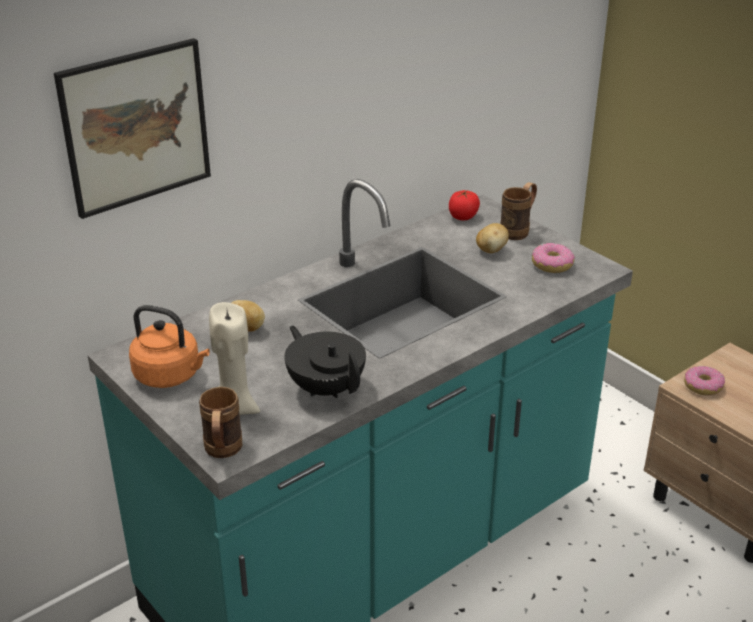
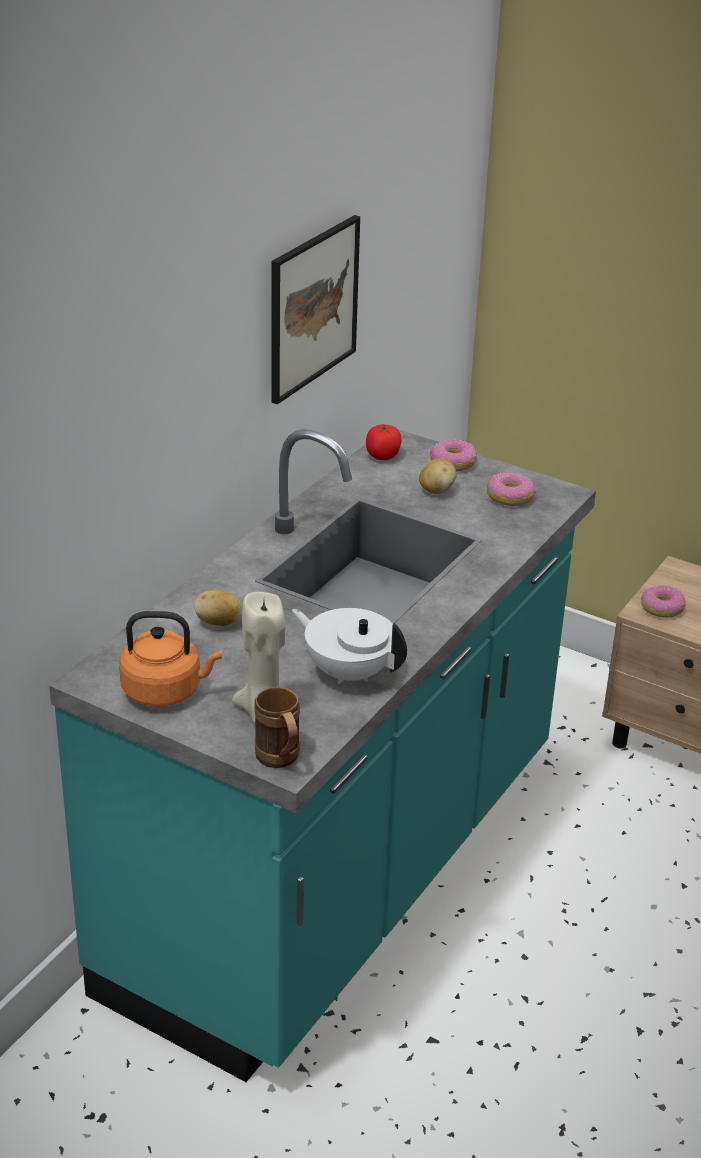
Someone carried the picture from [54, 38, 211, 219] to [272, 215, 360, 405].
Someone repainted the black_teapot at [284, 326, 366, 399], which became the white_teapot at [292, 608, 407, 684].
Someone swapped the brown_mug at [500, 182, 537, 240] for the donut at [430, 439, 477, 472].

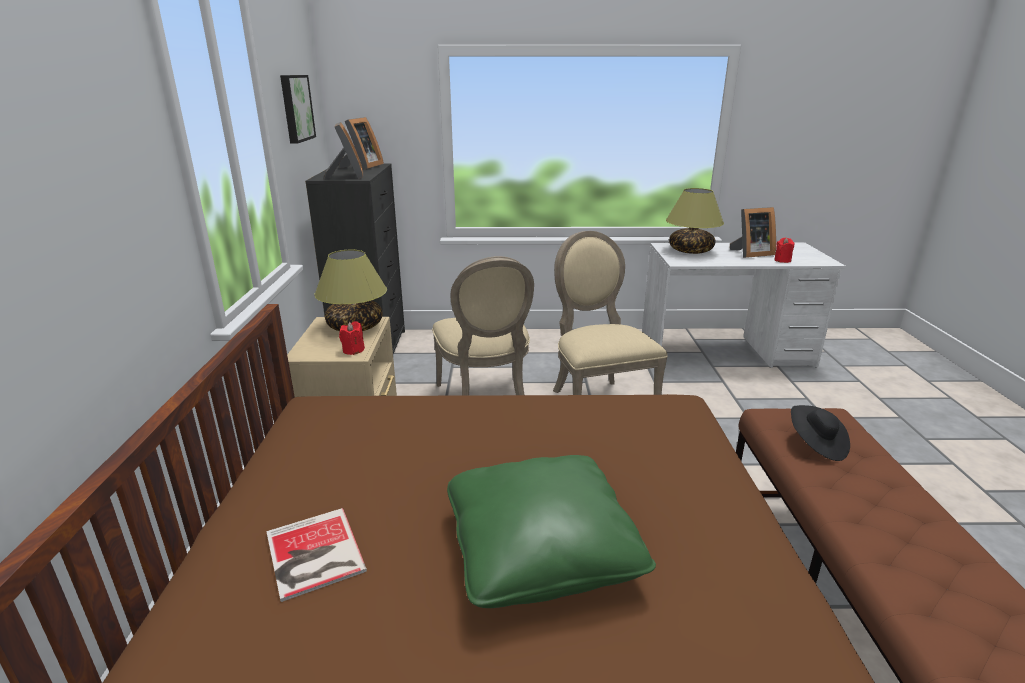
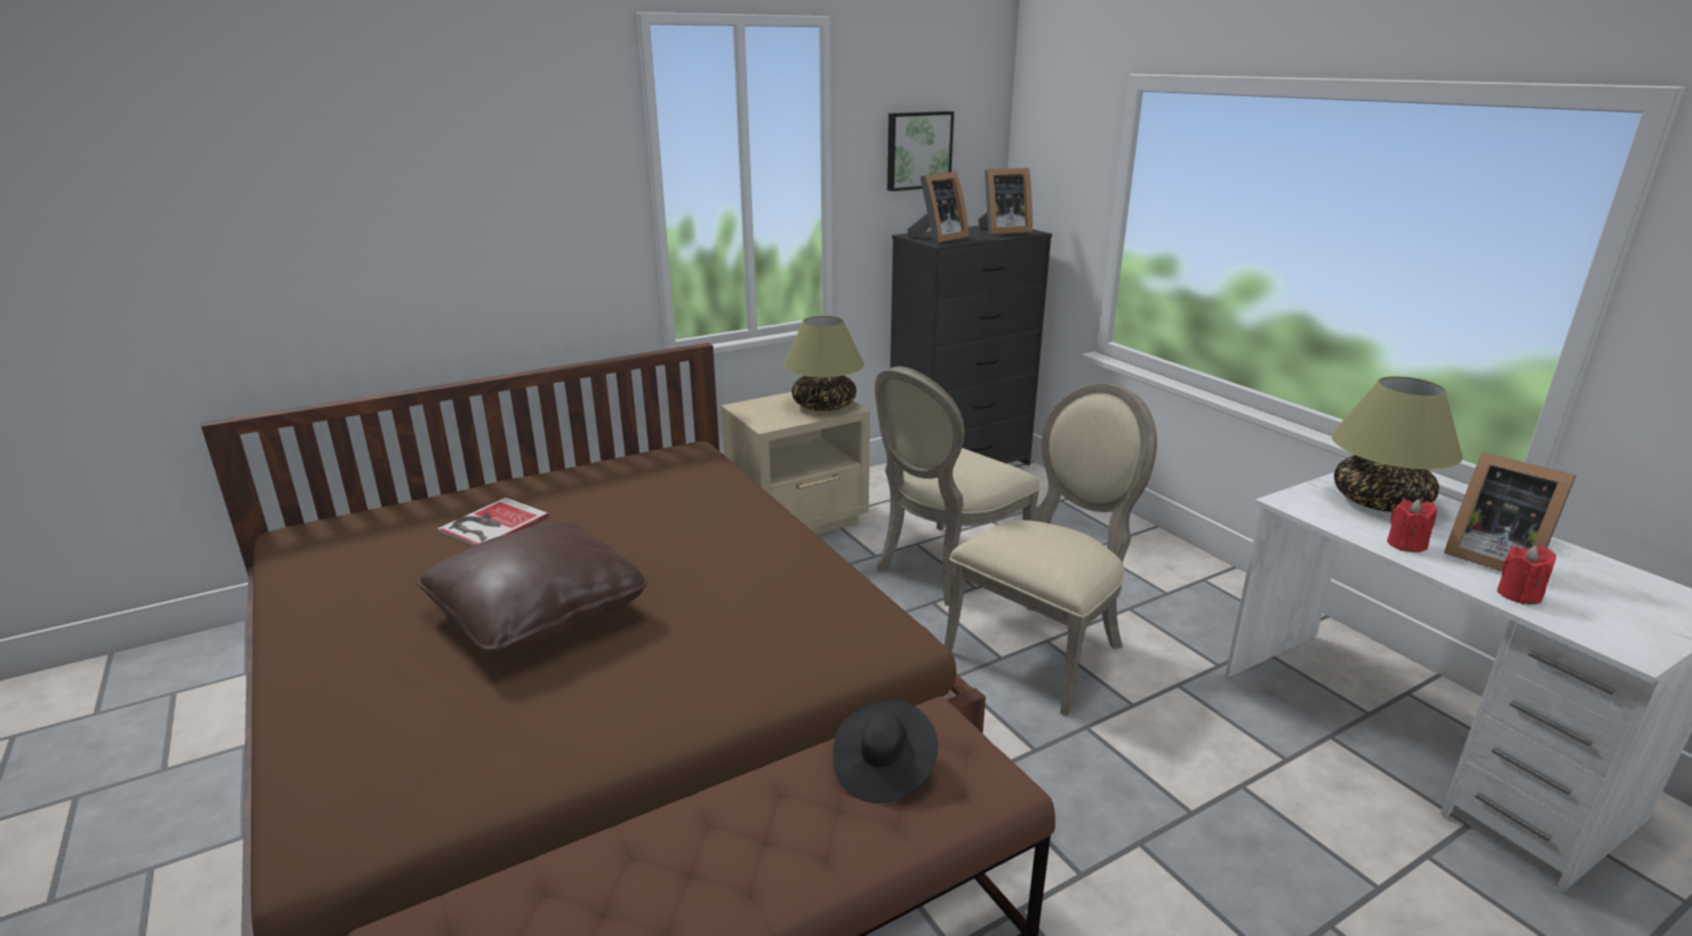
Someone carried the red_candle from [339, 321, 365, 355] to [1387, 499, 1437, 553].
Someone repainted the green_pillow at [447, 455, 656, 608], which became the brown_pillow at [417, 521, 648, 655].

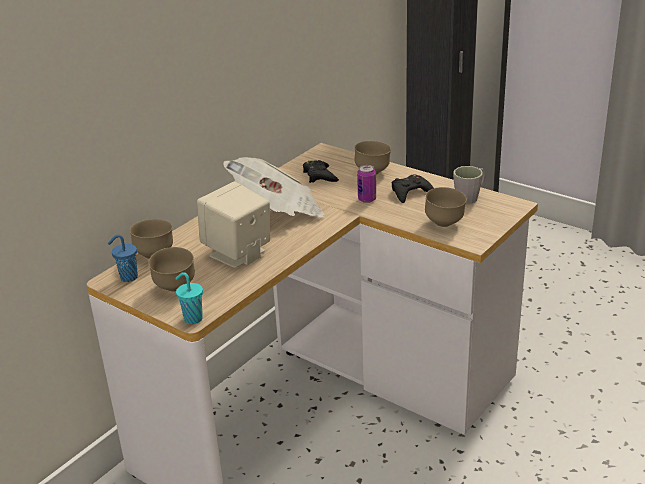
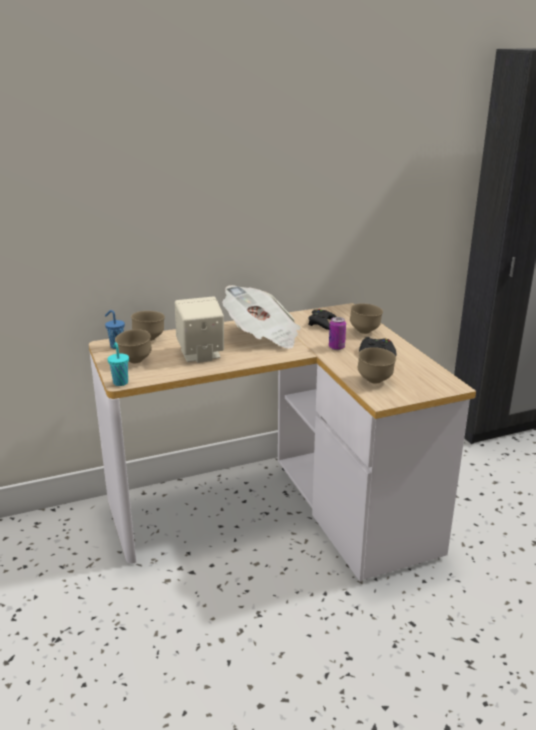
Someone took away the grey_mug at [453, 166, 485, 204].

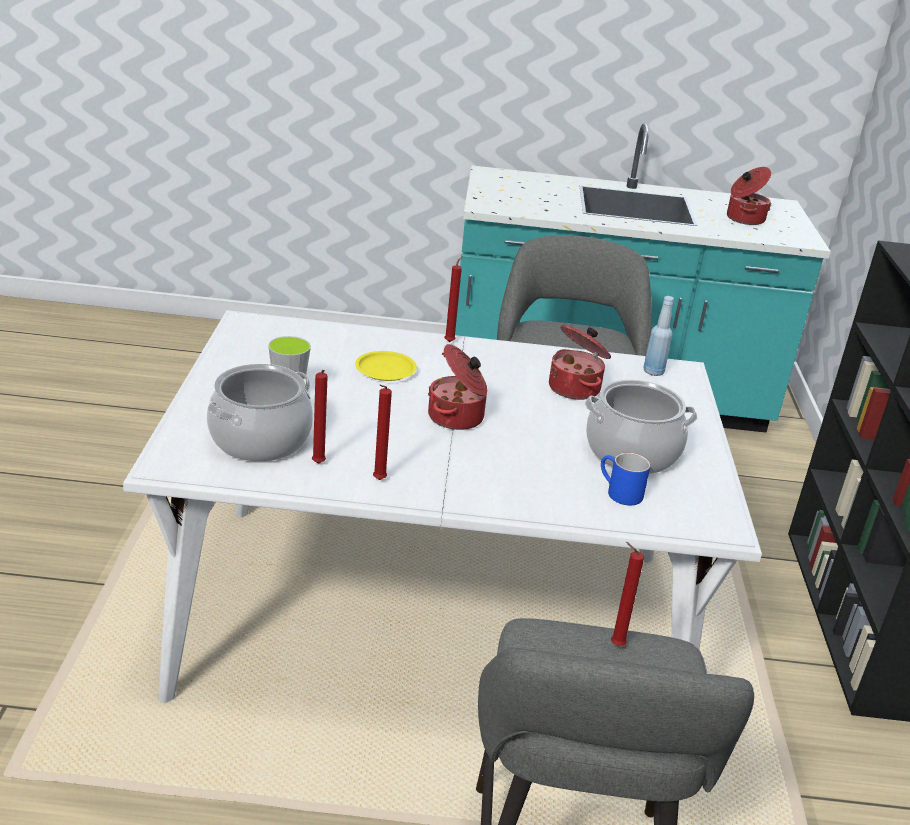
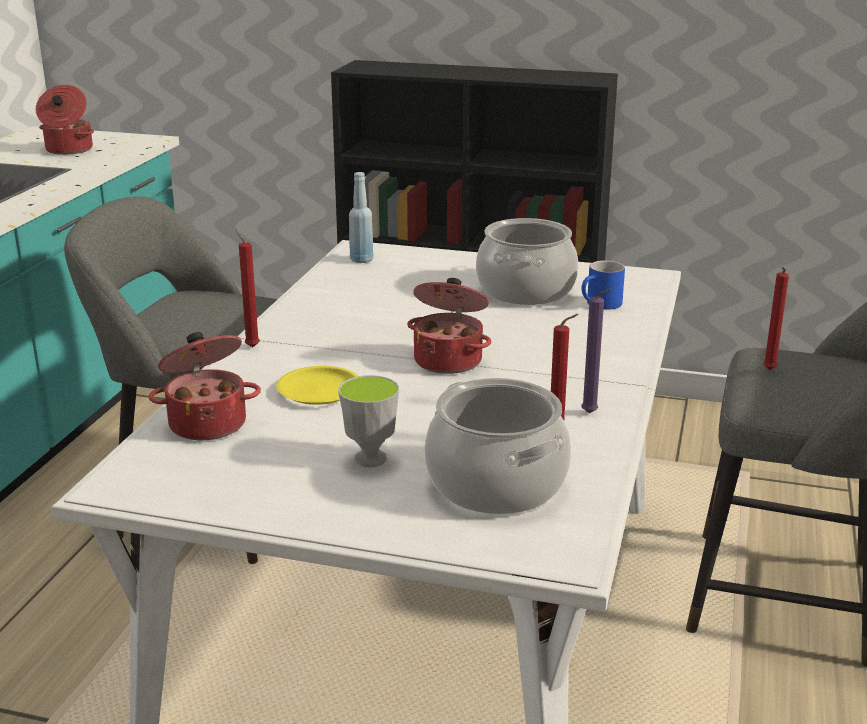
Someone repainted the red_candle at [373, 385, 392, 480], which became the purple_candle at [581, 289, 610, 413].
Someone carried the cooking_pot from [549, 325, 611, 400] to [148, 332, 261, 440].

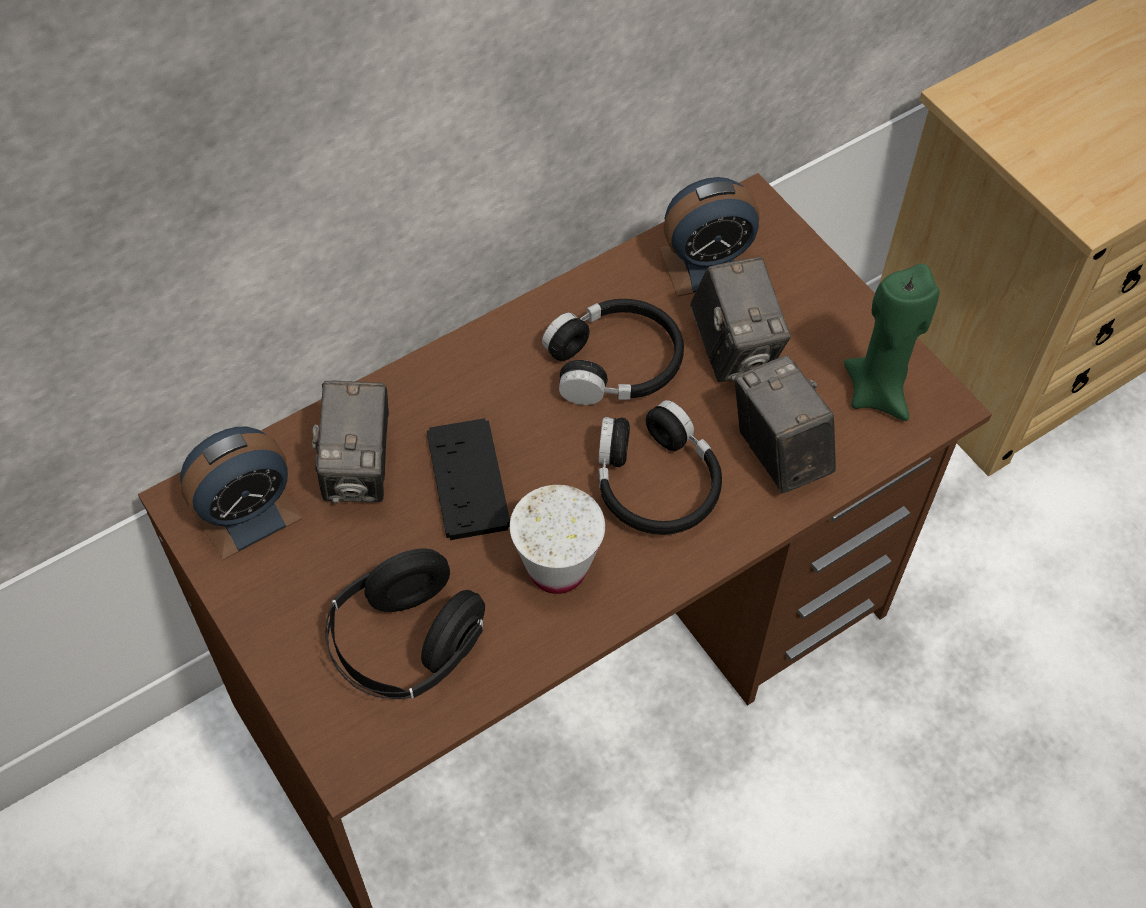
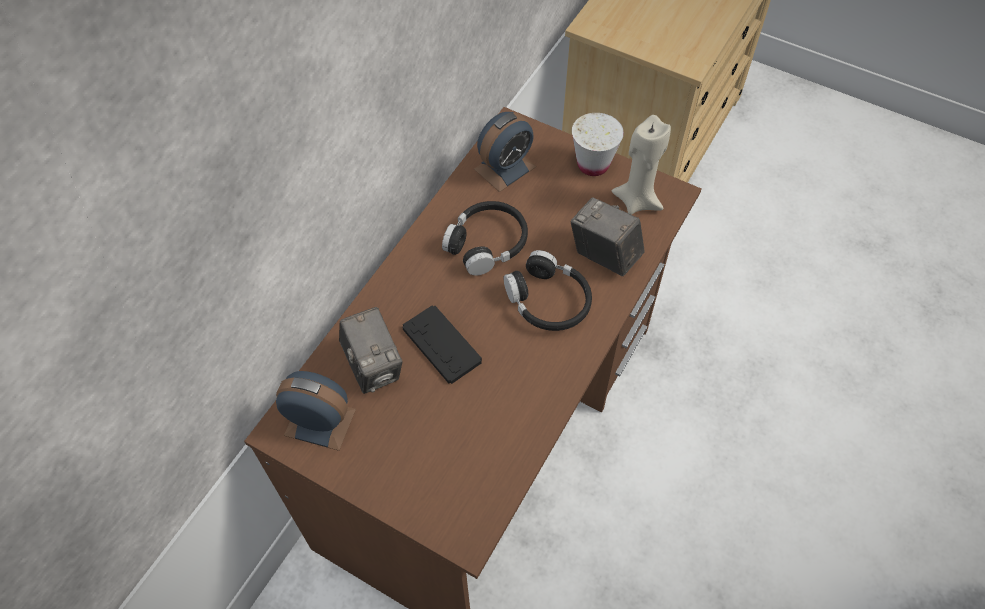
Someone rotated the alarm_clock at [180, 427, 303, 561] by 105 degrees counterclockwise.
Someone took away the black_headphones at [325, 549, 485, 699].
Someone carried the white_cup from [510, 485, 605, 594] to [572, 113, 624, 176].
Someone took away the photo_camera at [690, 257, 791, 382].
Someone repainted the green_candle at [844, 264, 940, 421], which became the beige_candle at [612, 115, 671, 215].

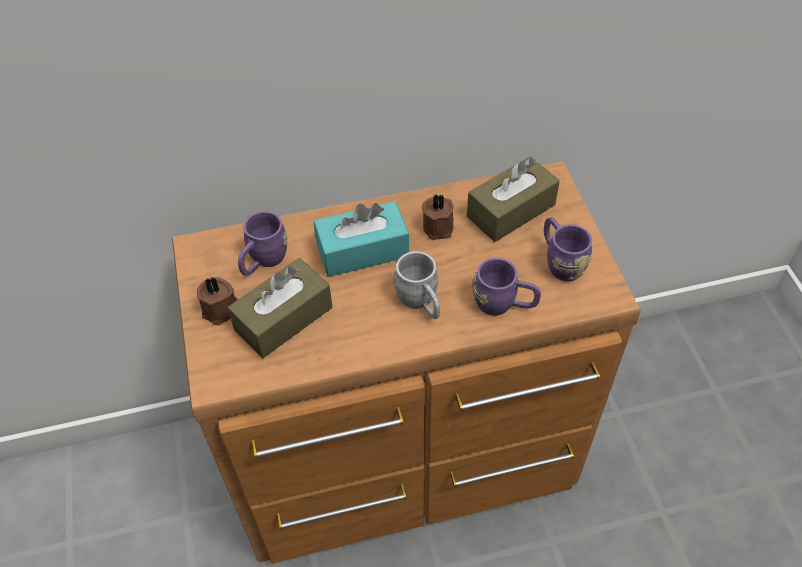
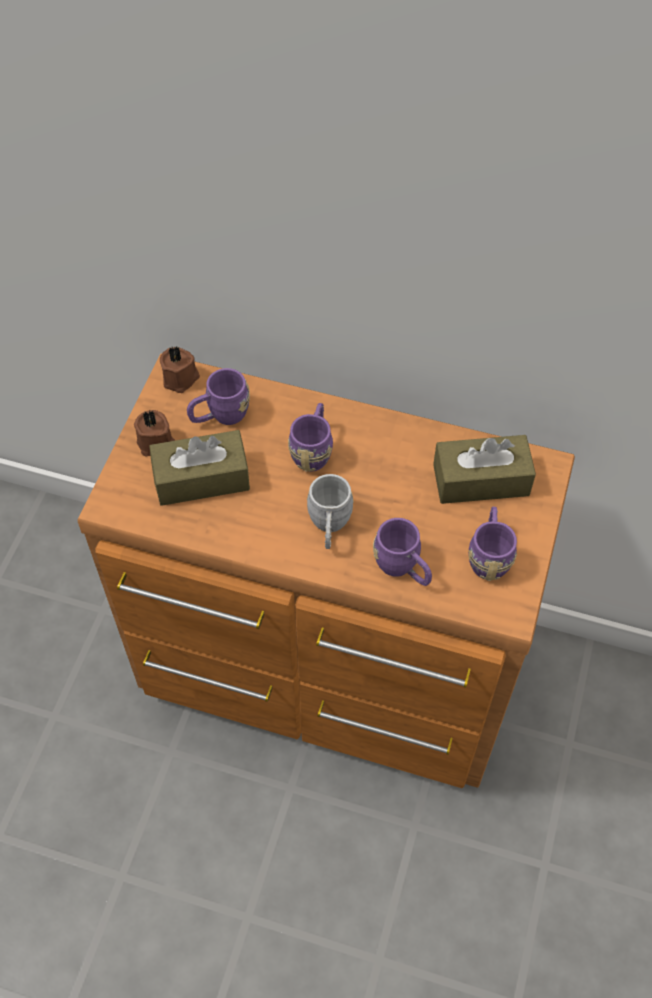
Someone swapped the turquoise_tissue_box at [314, 201, 409, 277] for the purple_mug at [288, 403, 333, 472].
Someone carried the brown_candle from [422, 194, 454, 240] to [160, 346, 200, 393].

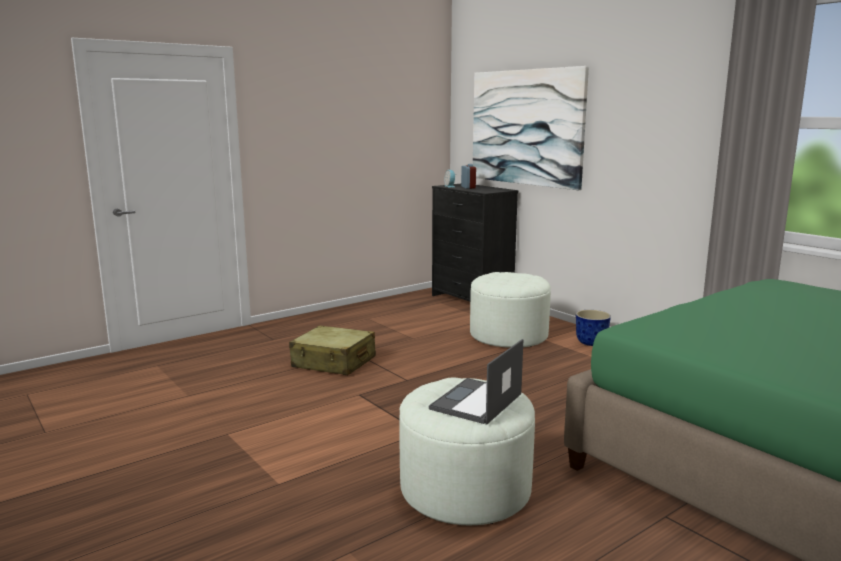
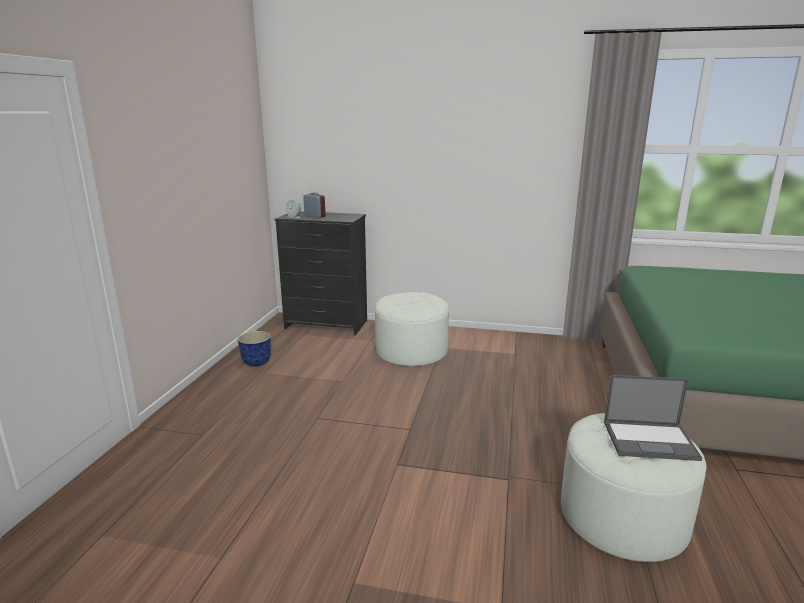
Someone took away the beige_suitcase at [289, 325, 376, 375].
Someone rotated the laptop at [429, 339, 523, 425] by 75 degrees counterclockwise.
Someone took away the picture at [473, 66, 589, 190].
Someone carried the planter from [576, 310, 611, 346] to [238, 331, 271, 366].

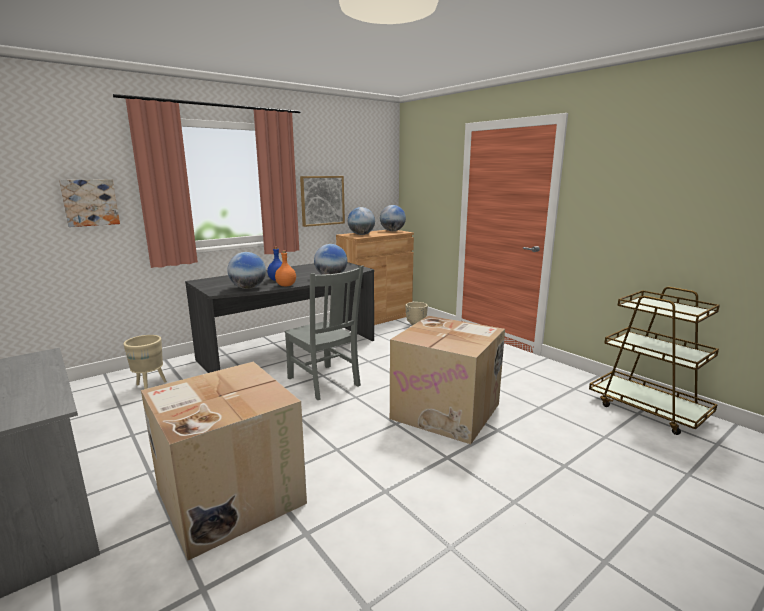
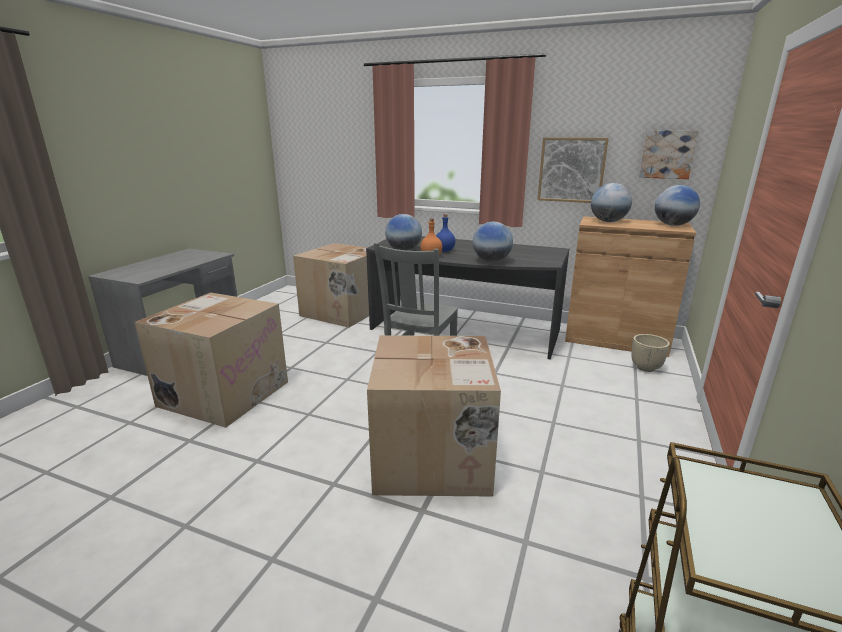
Someone carried the picture from [59, 179, 120, 227] to [639, 130, 699, 179].
Someone swapped the beige_planter at [123, 335, 167, 389] for the cardboard_box at [293, 243, 369, 328].

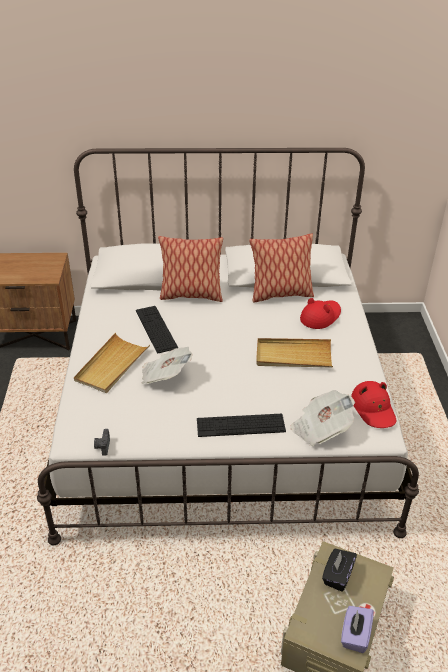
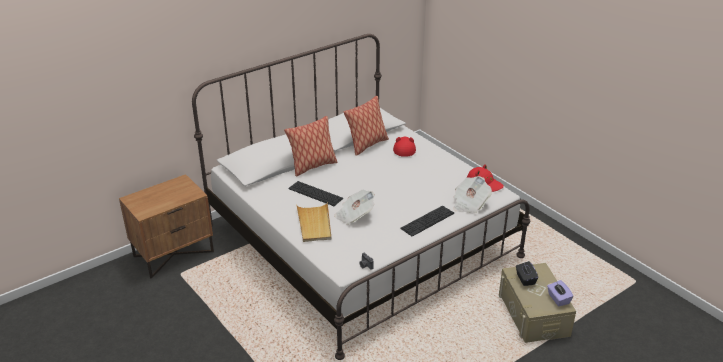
Someone took away the beige_tray at [256, 338, 333, 368].

